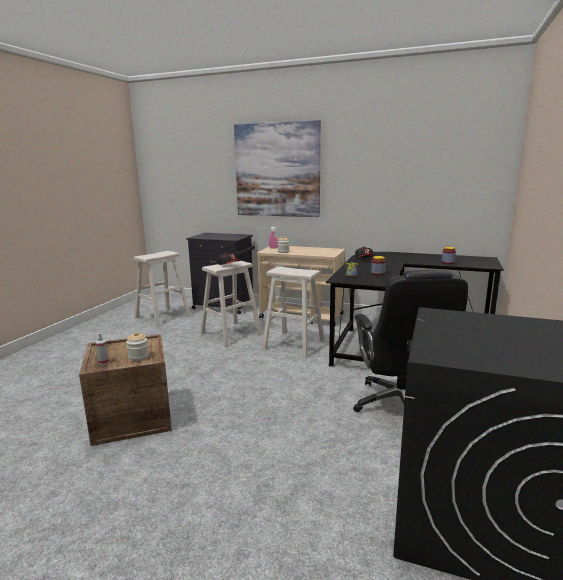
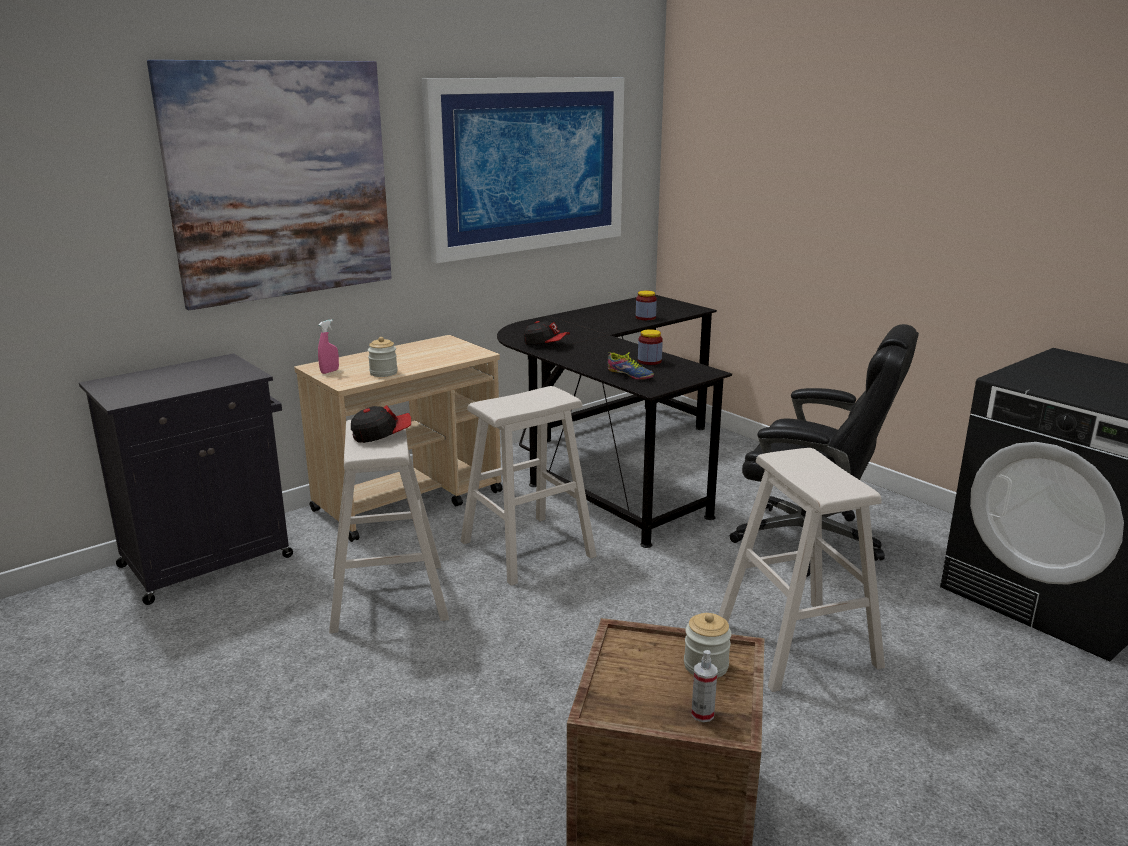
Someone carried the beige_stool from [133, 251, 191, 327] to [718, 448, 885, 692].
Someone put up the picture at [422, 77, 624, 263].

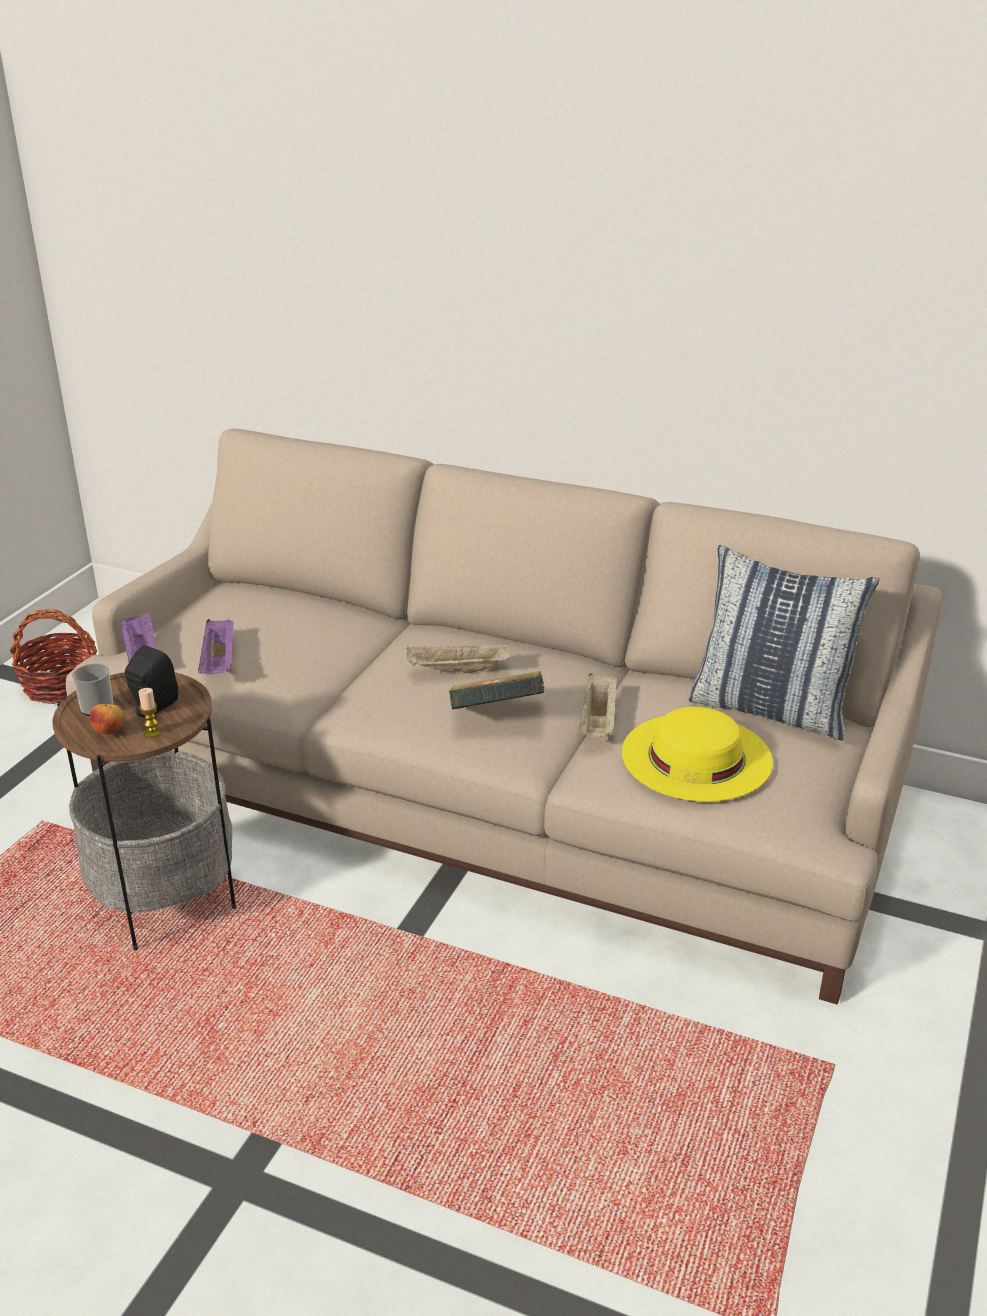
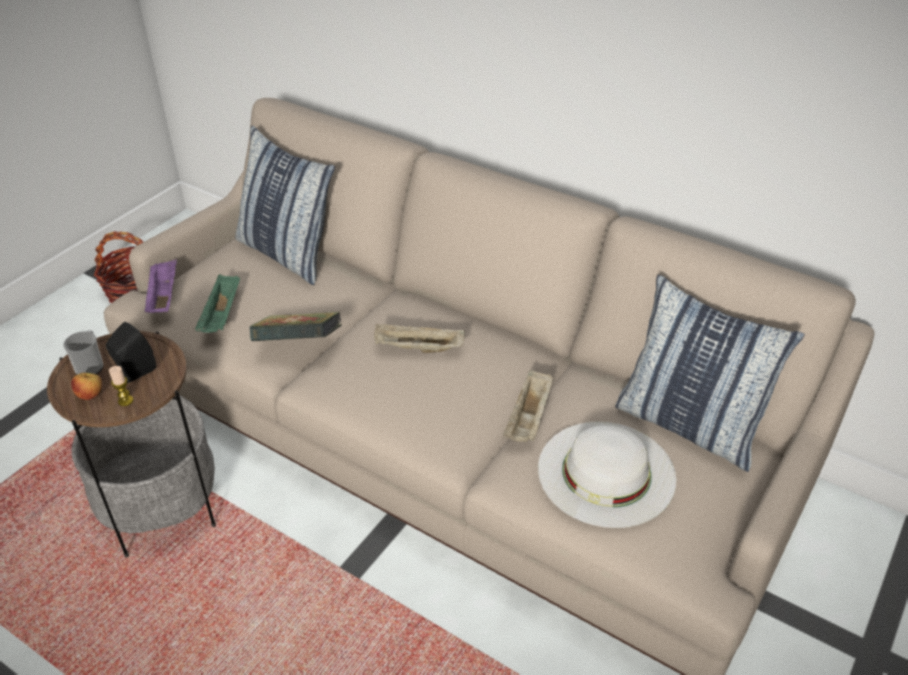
Someone repainted the purple_tray at [198, 619, 233, 675], which became the green_tray at [195, 274, 240, 333].
Someone carried the book from [449, 671, 544, 710] to [250, 312, 342, 341].
Someone repainted the yellow_hat at [622, 707, 773, 802], which became the white_hat at [538, 422, 676, 528].
Someone put down the pillow at [235, 126, 335, 285].

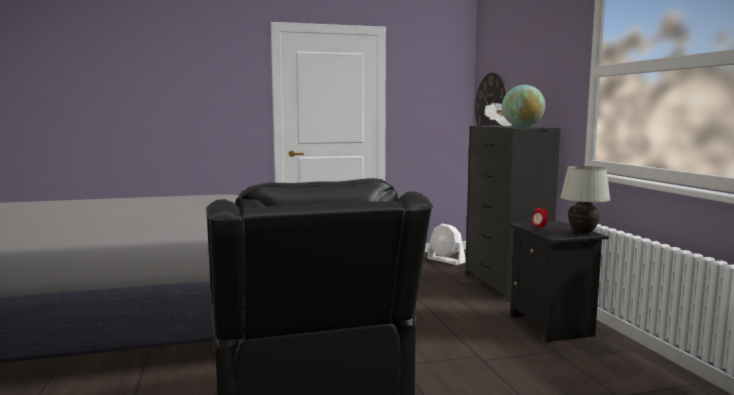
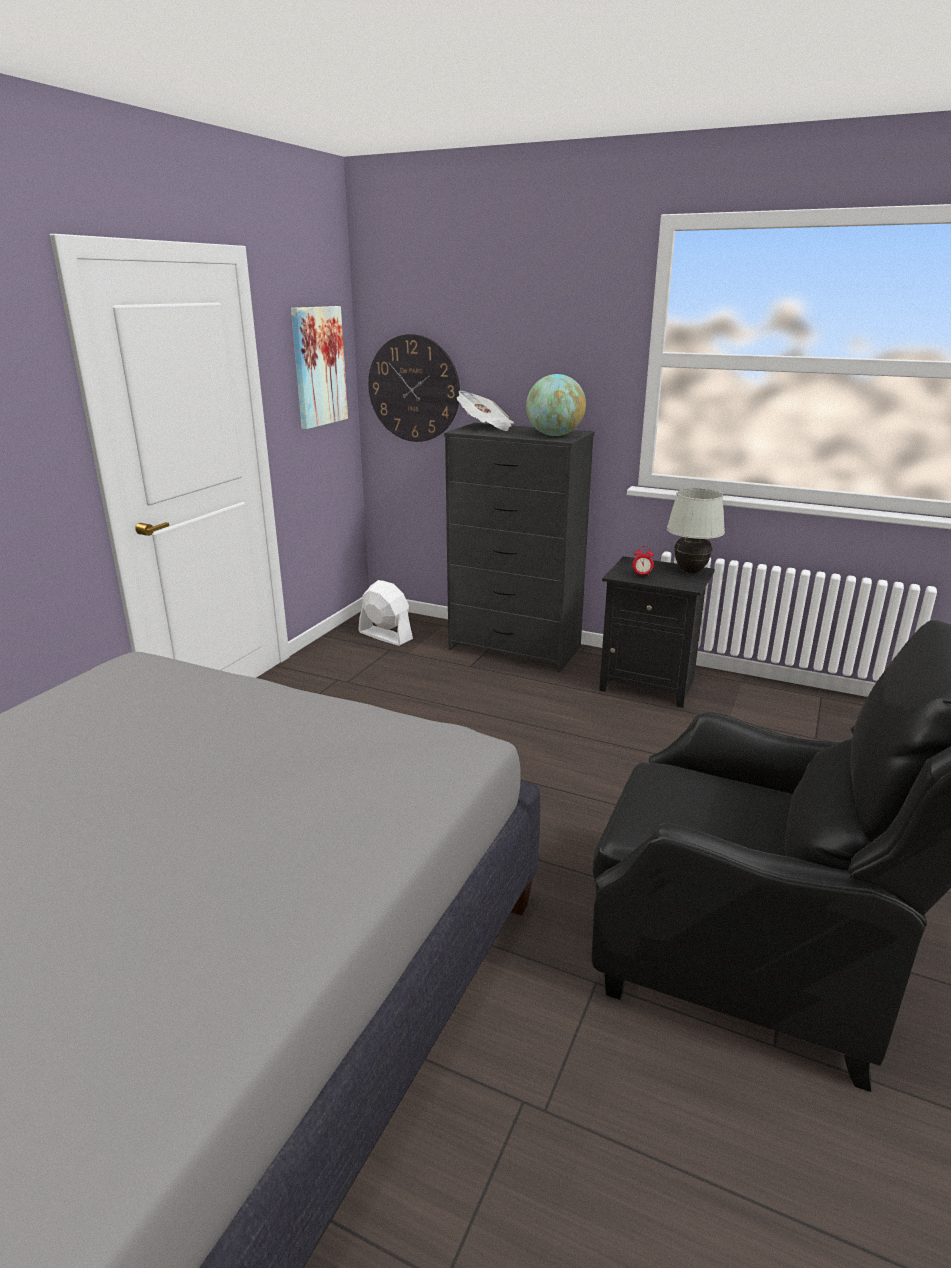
Someone rotated the white_fan at [427, 224, 466, 265] by 135 degrees counterclockwise.
Someone put up the picture at [291, 306, 348, 429].

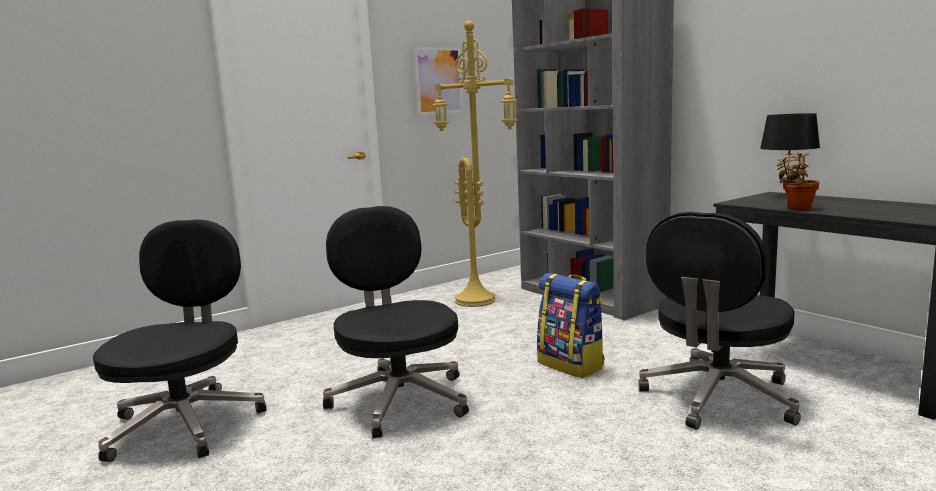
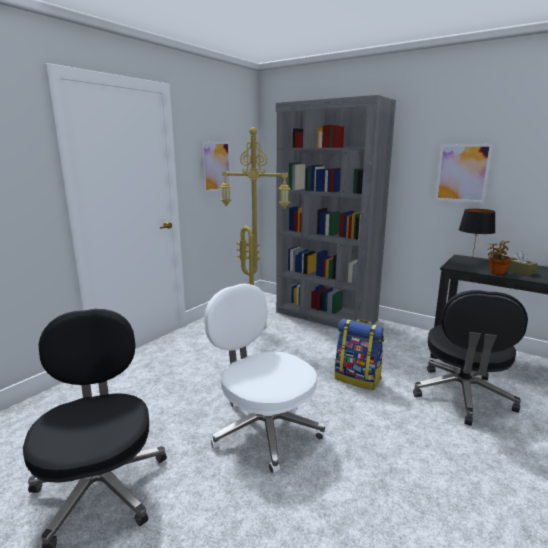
Someone repainted the black_office_chair at [323, 206, 469, 438], which became the white_office_chair at [204, 284, 325, 474].
Someone put up the picture at [435, 144, 493, 203].
Someone put down the brown_tissue_box at [507, 251, 538, 276].

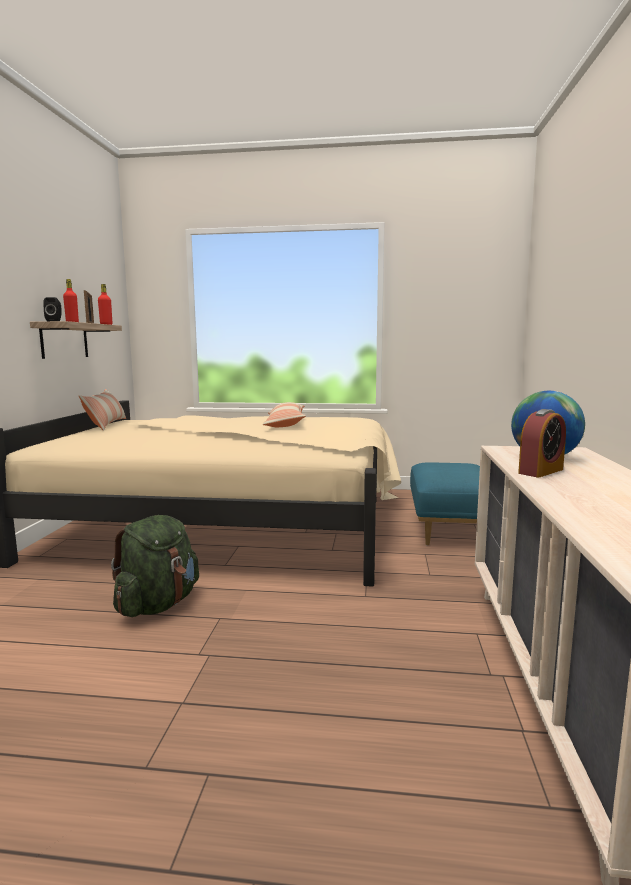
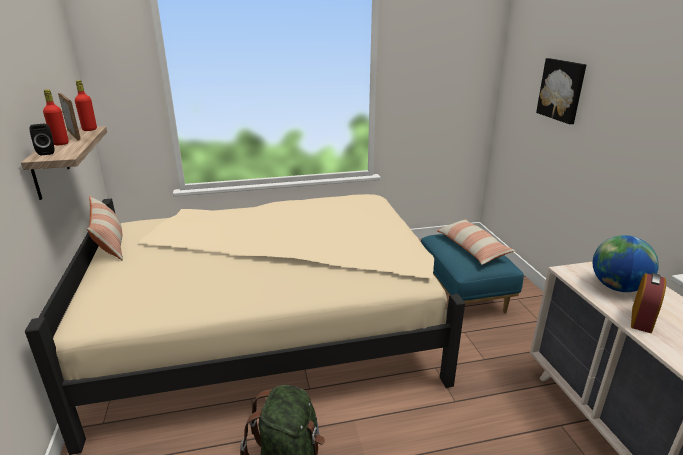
Someone carried the pillow from [262, 402, 306, 427] to [437, 219, 515, 265].
Someone put up the picture at [536, 58, 586, 124].

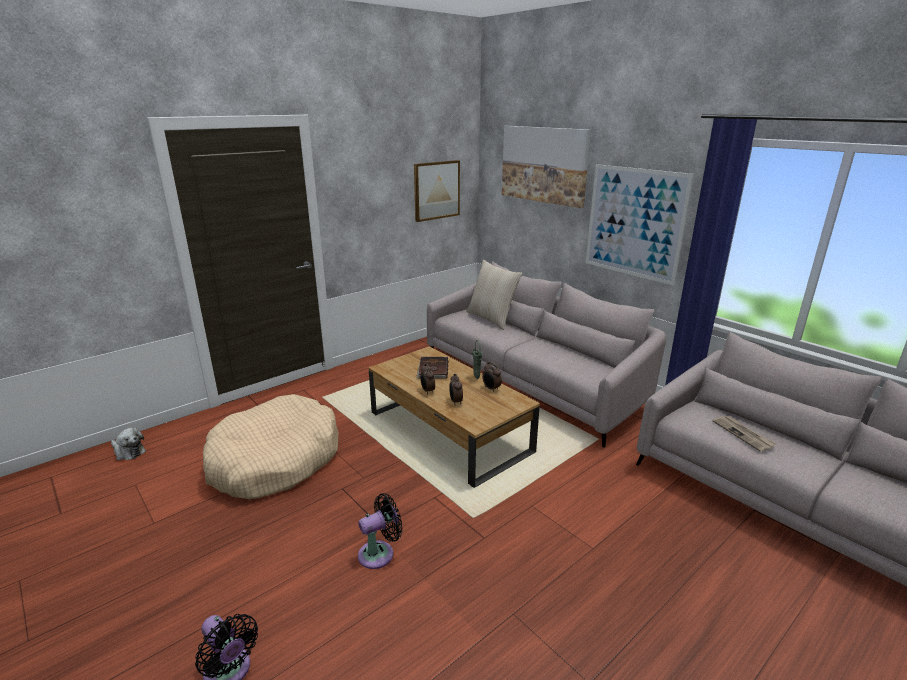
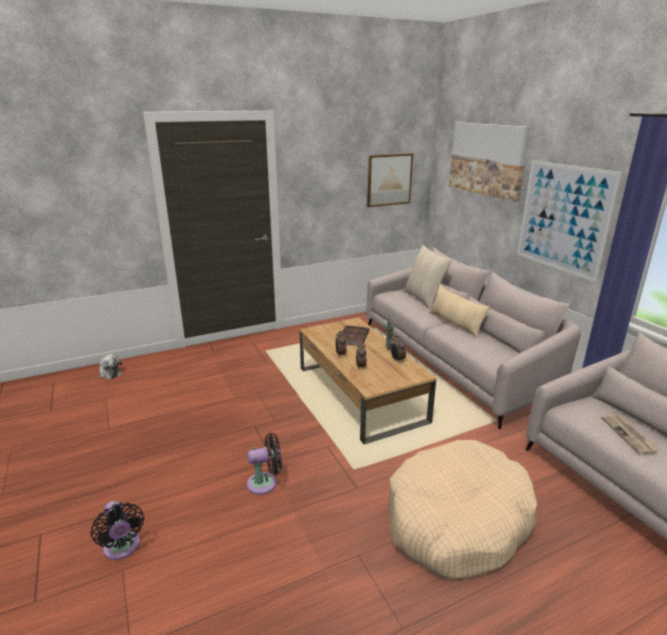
Someone carried the beige_dog_bed from [203, 394, 339, 499] to [388, 440, 537, 579].
Someone put down the beige_pillow at [429, 284, 490, 338].

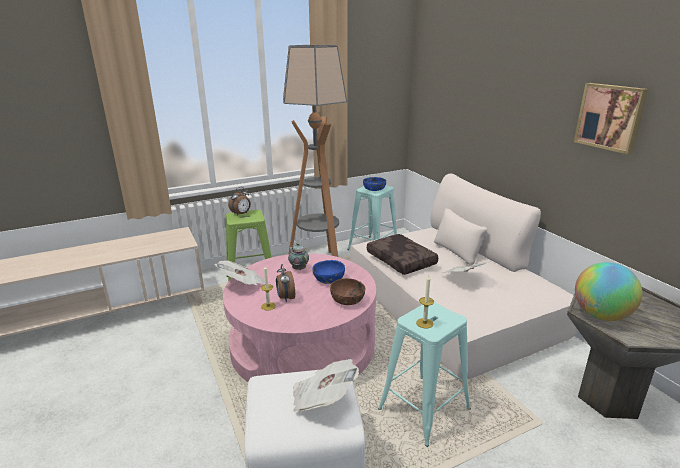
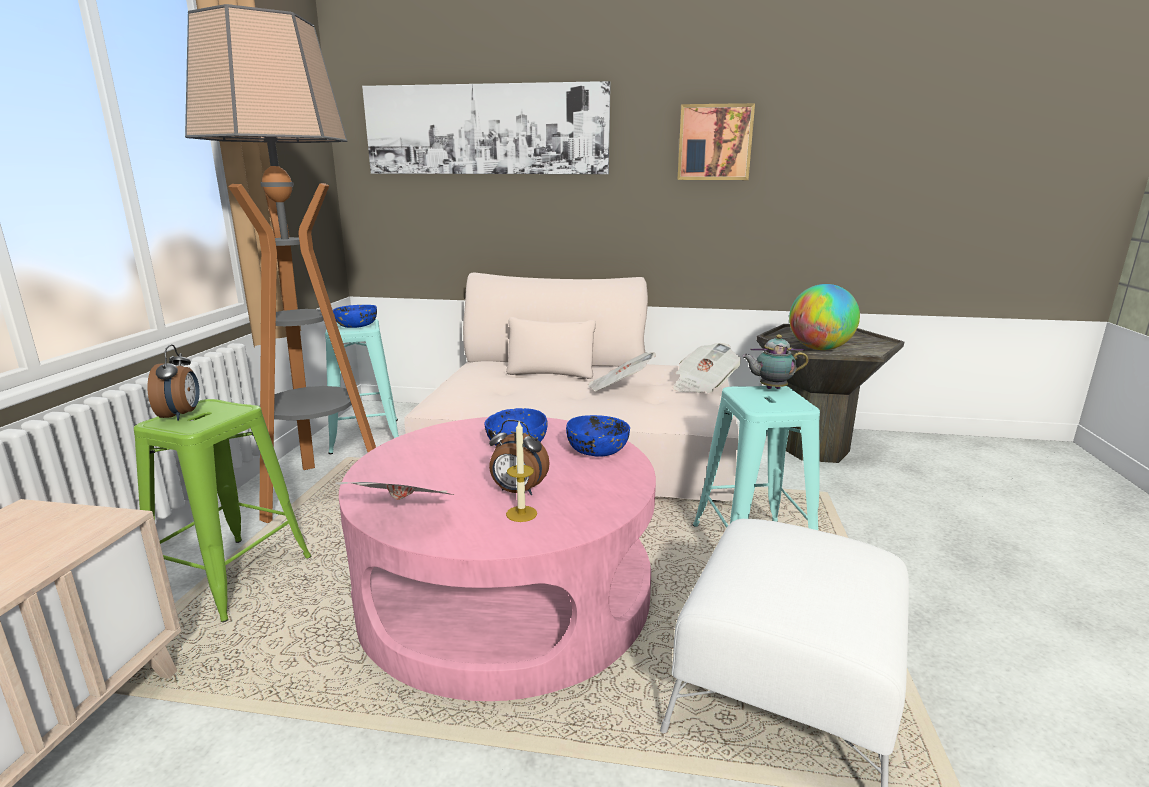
Someone carried the teapot from [288, 243, 309, 270] to [742, 335, 809, 389].
Someone carried the newspaper from [293, 359, 359, 412] to [673, 343, 741, 393].
Someone repainted the brown_bowl at [330, 278, 365, 305], which became the blue_bowl at [566, 415, 630, 457].
Someone took away the brown_pillow at [367, 234, 438, 275].
Someone took away the candle at [416, 276, 434, 328].
Someone put up the picture at [362, 81, 611, 174].

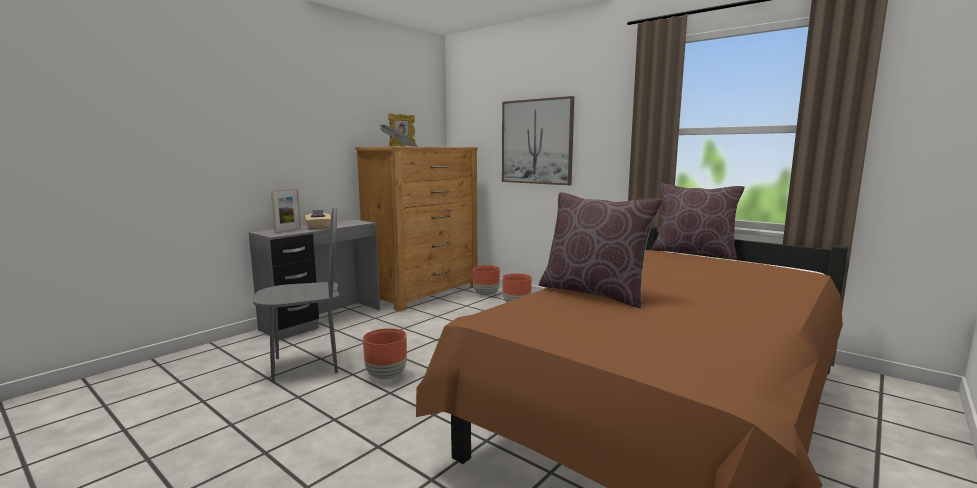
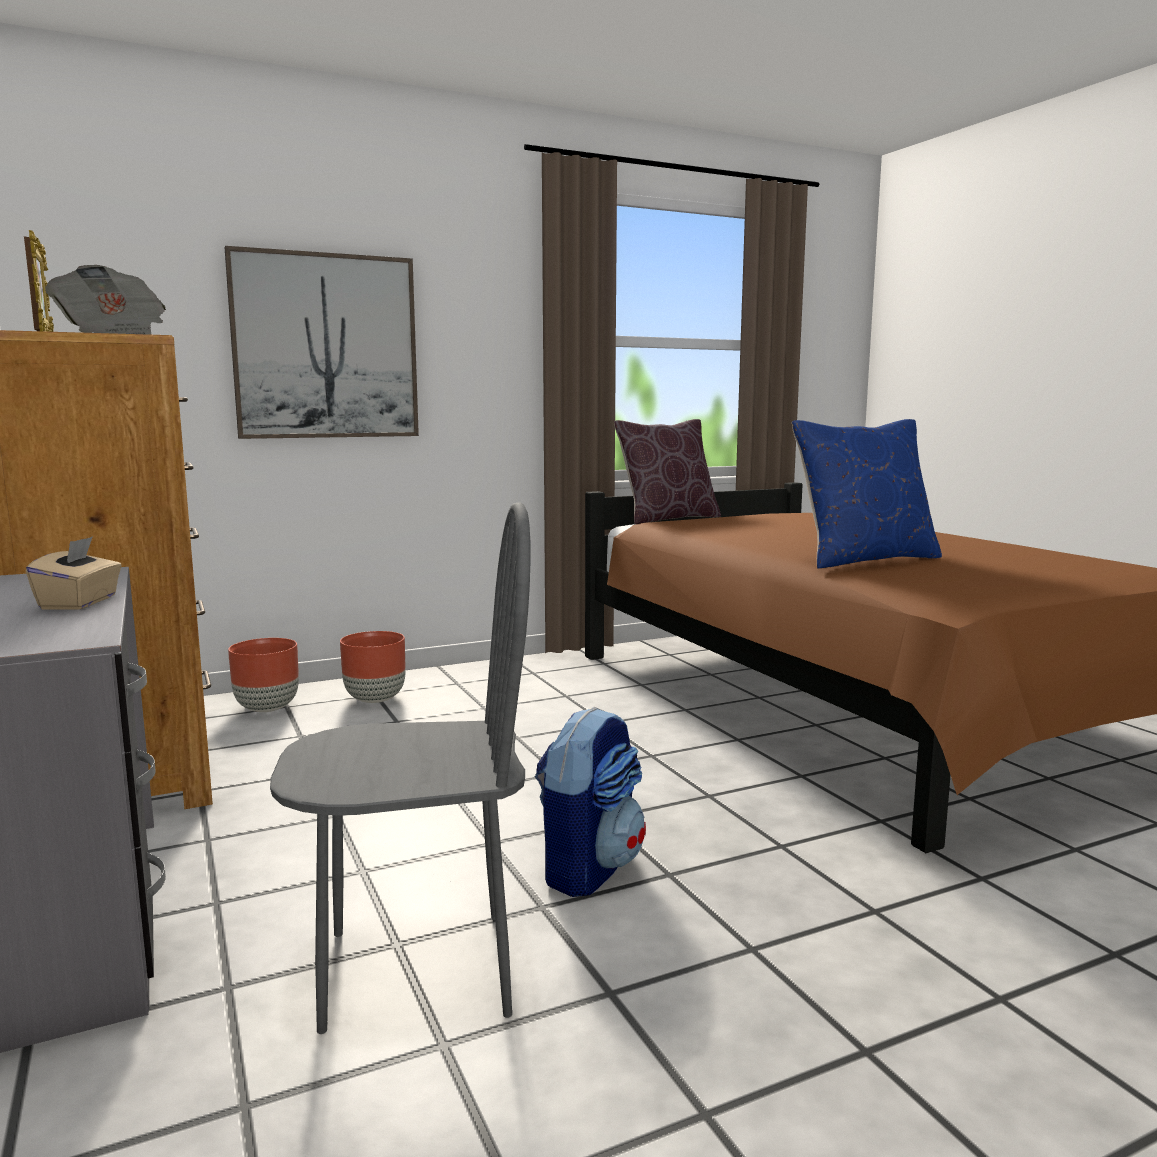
Someone rotated the grey_chair at [253, 208, 340, 381] by 75 degrees clockwise.
Someone took away the picture_frame at [271, 188, 301, 233].
Someone swapped the brown_planter at [363, 328, 407, 380] for the backpack at [535, 707, 646, 897].
Someone repainted the brown_pillow at [539, 192, 663, 308], which became the blue_pillow at [792, 419, 942, 569].

